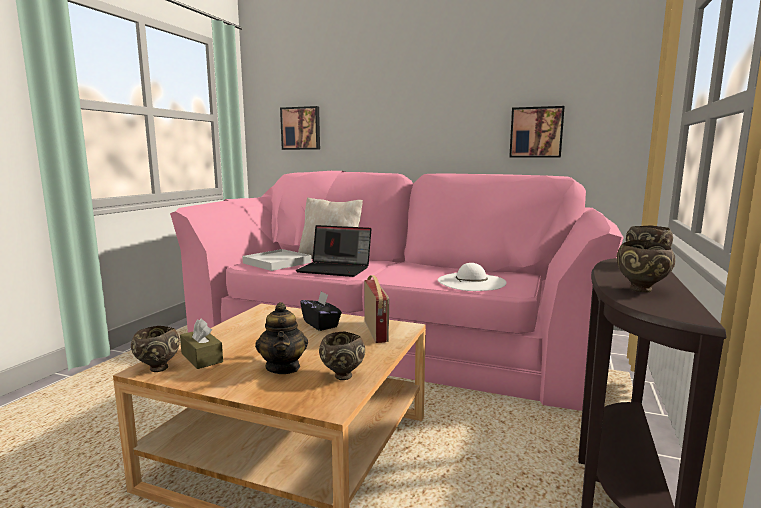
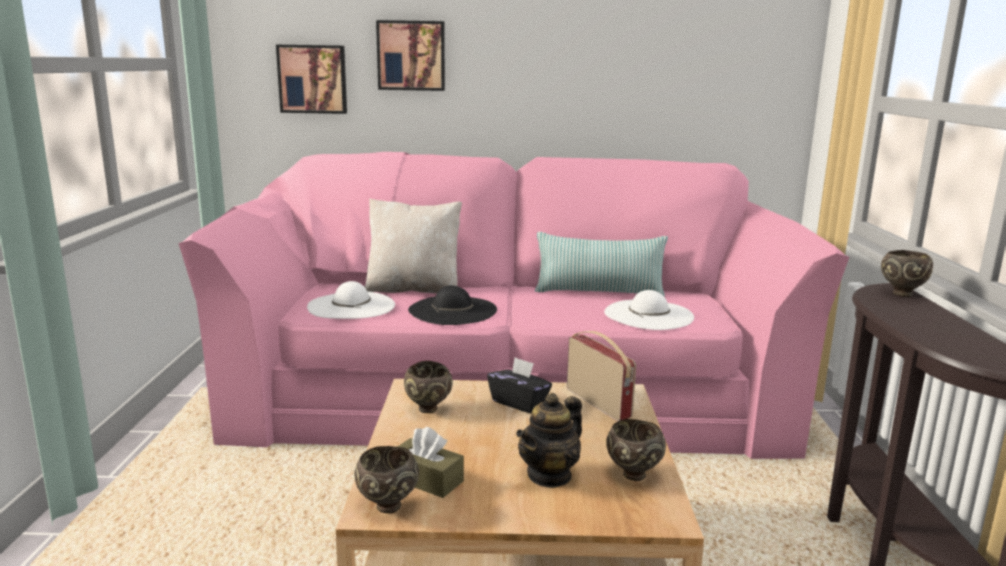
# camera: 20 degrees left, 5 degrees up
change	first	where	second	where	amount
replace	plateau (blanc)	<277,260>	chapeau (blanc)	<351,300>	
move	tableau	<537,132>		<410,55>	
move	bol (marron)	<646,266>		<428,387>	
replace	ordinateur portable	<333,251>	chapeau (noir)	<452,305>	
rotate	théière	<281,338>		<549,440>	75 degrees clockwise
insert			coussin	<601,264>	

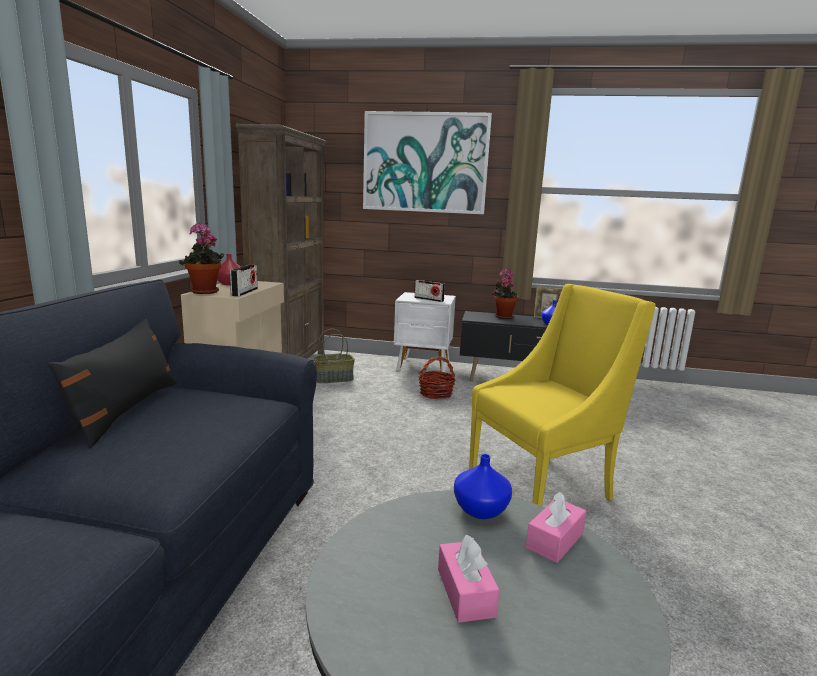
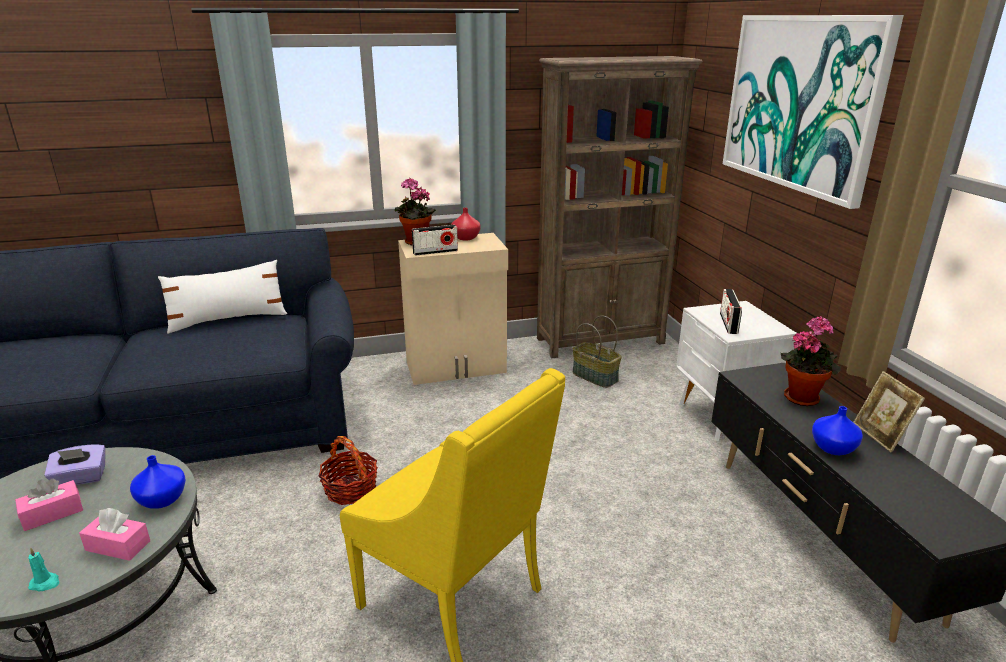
# camera: 65 degrees right, 10 degrees up
change	first	where	second	where	amount
insert			bougie (turquoise)	<43,570>	
insert			boîte à mouchoirs (violet)	<75,464>	
recolor	coussin (noir)	<112,383>	coussin (blanc)	<222,297>	
move	panier	<437,377>		<348,470>	

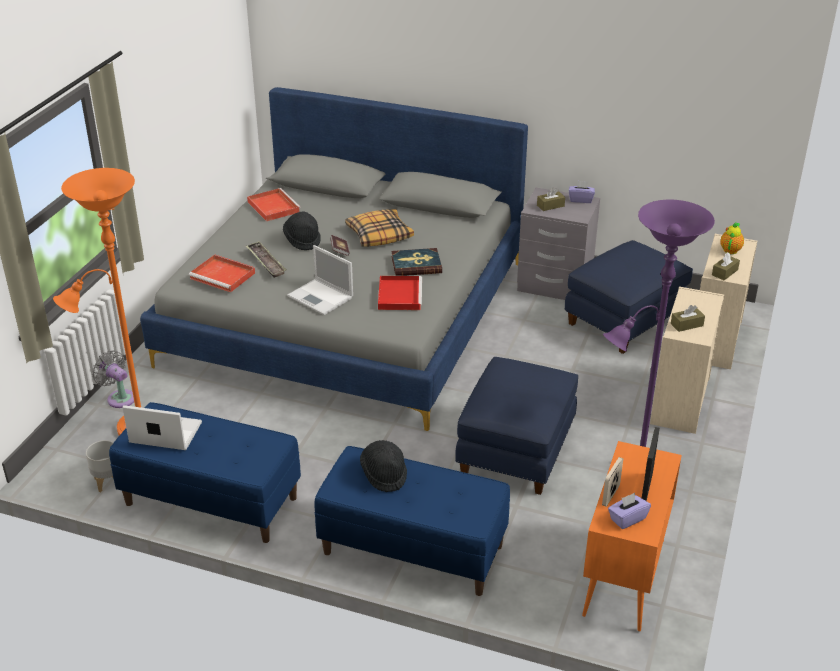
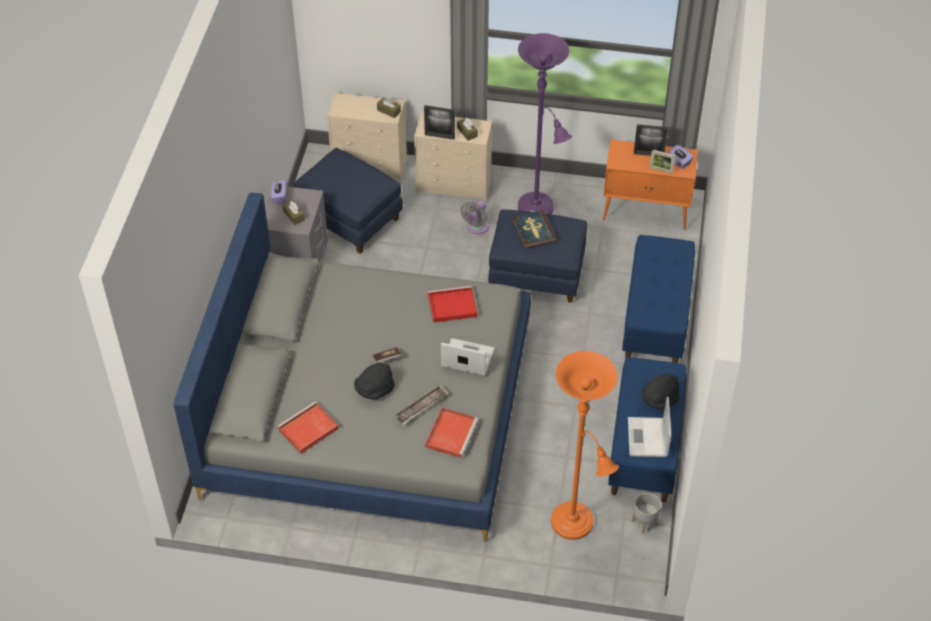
# camera: 100 degrees left, 15 degrees up
change	first	where	second	where	amount
insert			cadre photo	<439,122>	
rotate	ordinateur portable	<320,280>		<468,357>	105 degrees counterclockwise
move	ventilateur (gris)	<113,379>		<474,217>	
move	livre	<416,262>		<535,229>	
move	chapeau (noir)	<383,466>		<660,392>	
delete	coussin	<379,228>			
delete	théière	<732,238>			

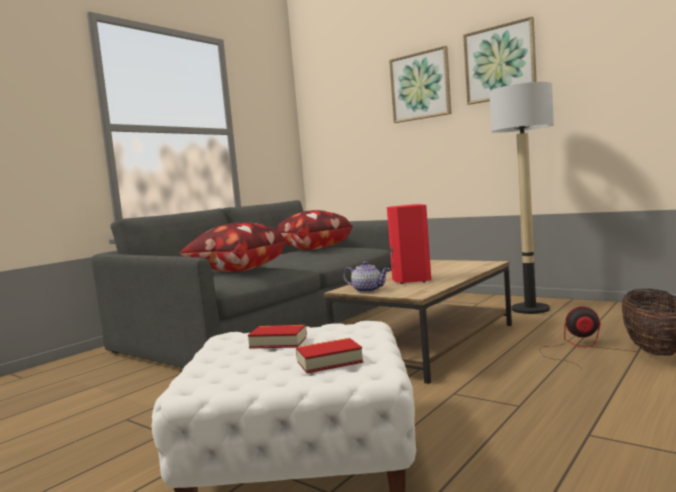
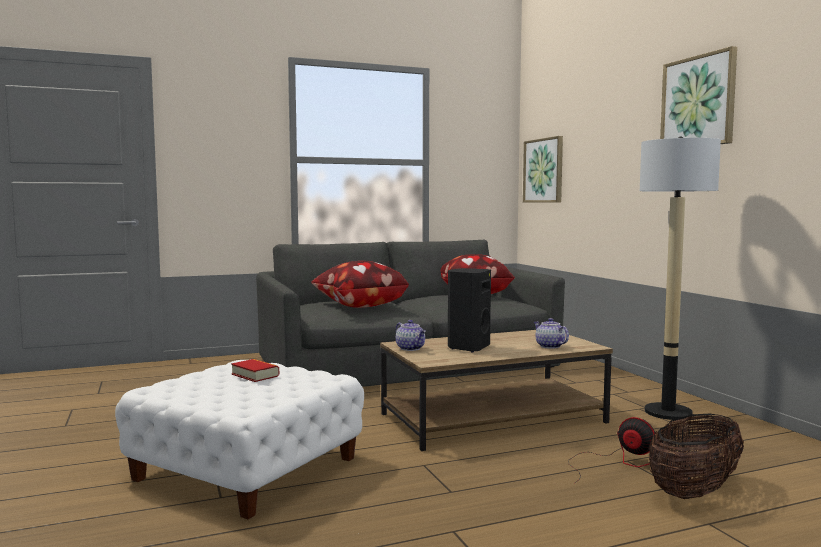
# camera: 30 degrees right, 0 degrees up
change	first	where	second	where	amount
recolor	enceinte (rouge)	<409,244>	enceinte (noir)	<469,310>	
move	tableau	<420,84>		<543,169>	
insert			théière	<551,333>	
delete	livre	<329,355>			

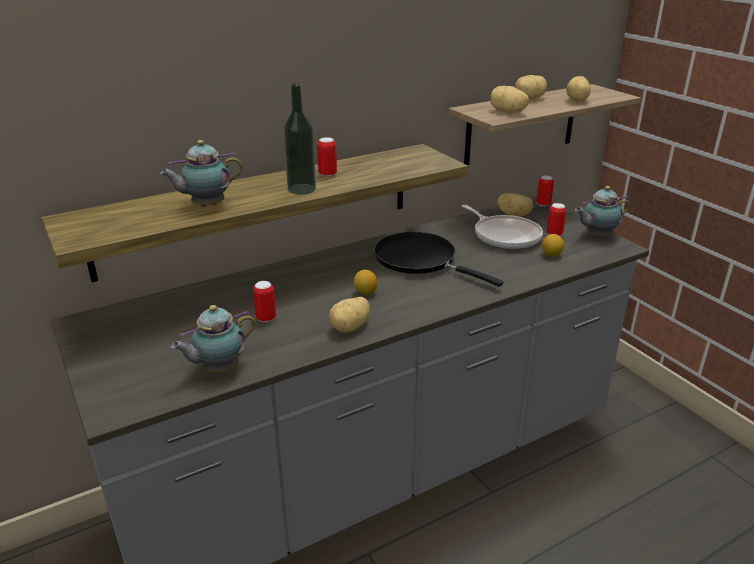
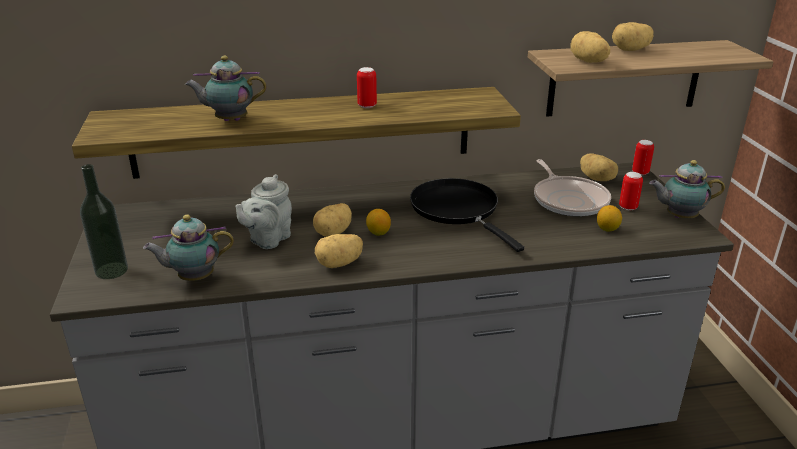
# camera: 20 degrees right, 0 degrees up
change	first	where	second	where	amount
move	bouteille	<299,139>		<104,221>	
replace	boîte métallique	<264,301>	théière (gris)	<263,211>	
move	pomme de terre	<578,89>		<332,220>	

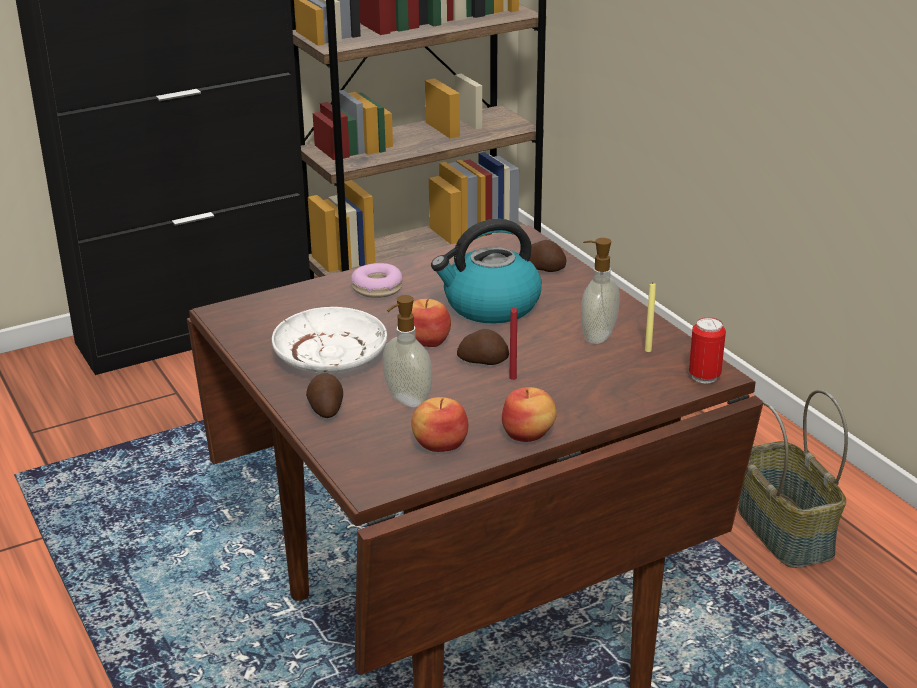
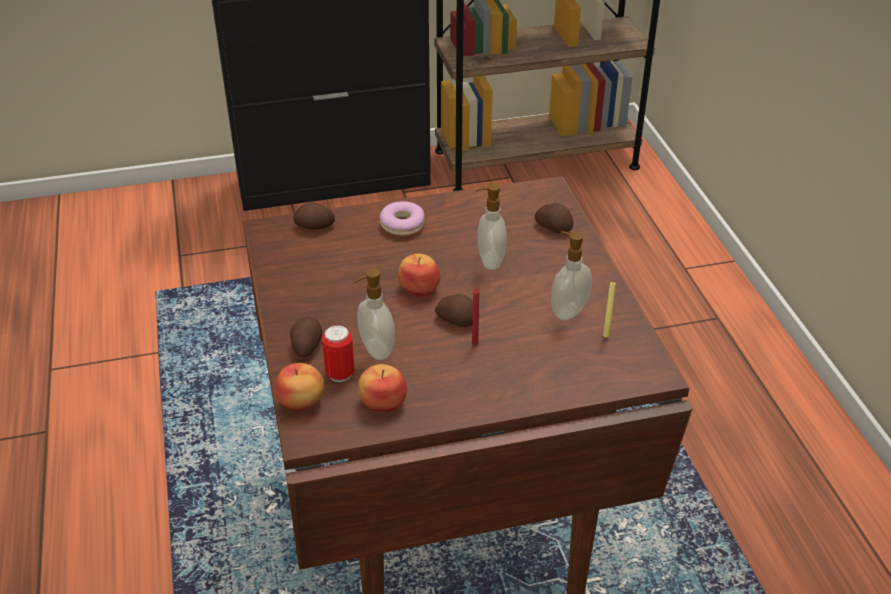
# camera: 15 degrees right, 10 degrees up
change	first	where	second	where	amount
move	pomme	<529,414>		<299,387>	
insert			pomme de terre	<314,216>	
move	boîte métallique	<707,350>		<338,353>	
replace	bouilloire	<486,271>	distributeur de savon	<491,226>	
delete	assiette (blanc)	<329,340>			
delete	panier	<793,479>			

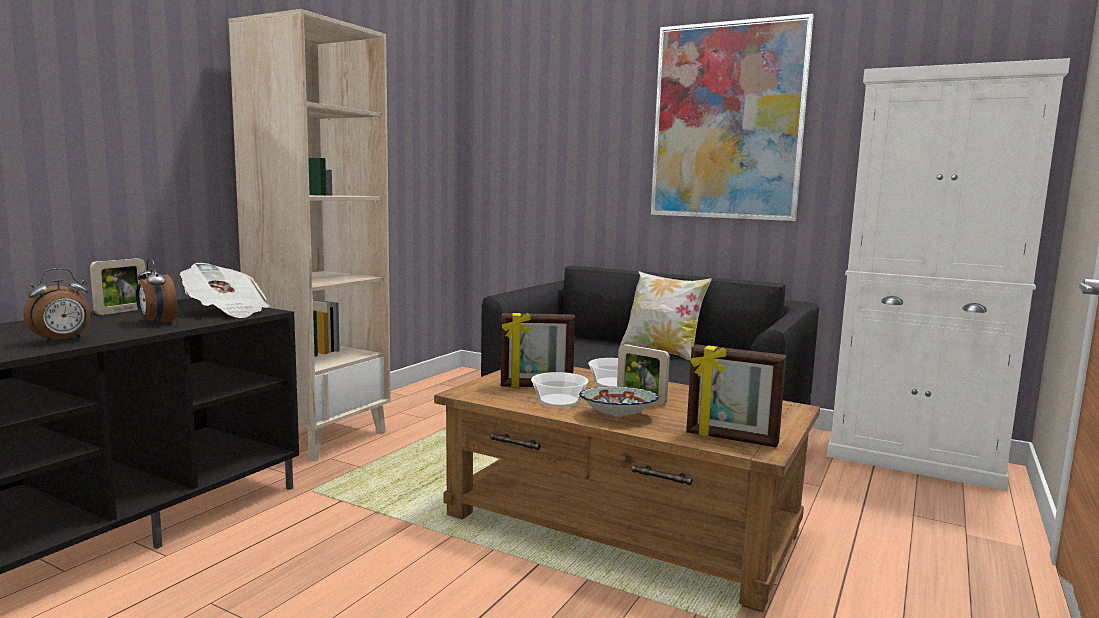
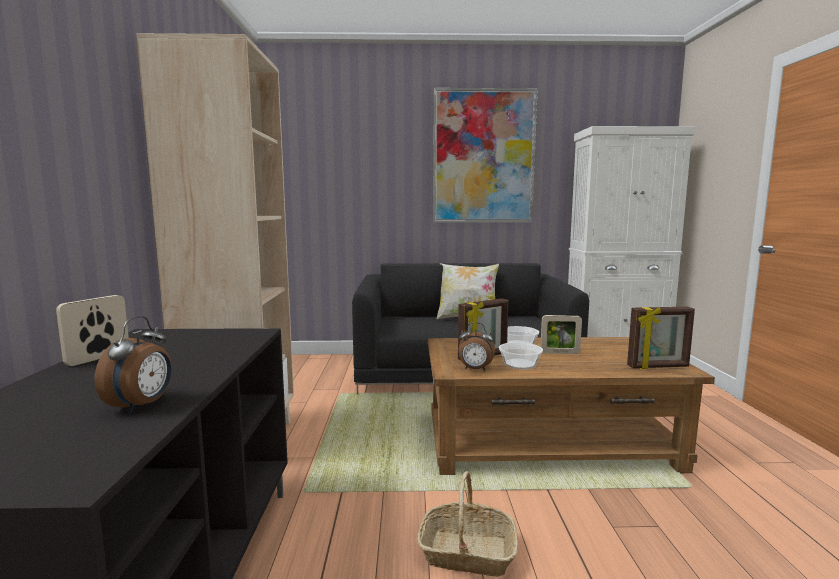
# camera: 30 degrees left, 0 degrees up
change	first	where	second	where	amount
rotate	cadre photo	<117,286>		<92,330>	150 degrees counterclockwise
insert			panier	<468,524>	
move	réveil	<156,292>		<477,346>	
delete	journal	<225,290>			
delete	bol	<619,401>			

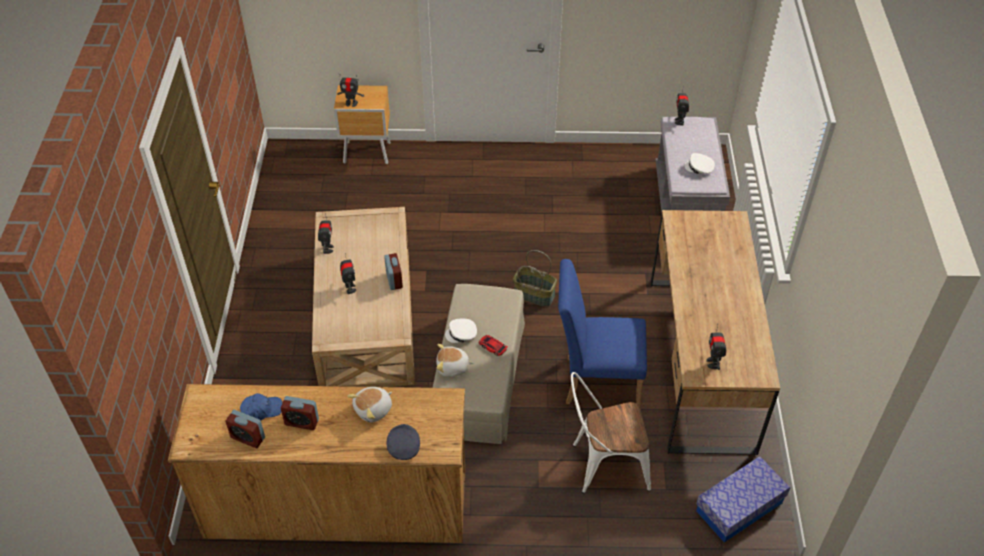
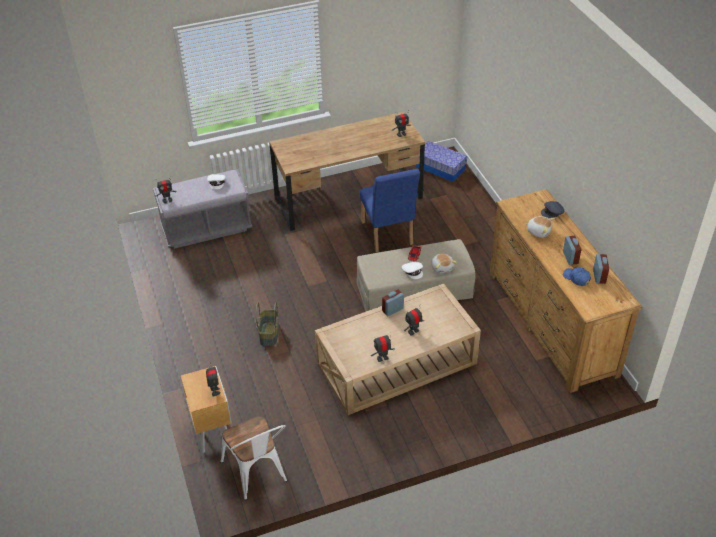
# camera: 110 degrees left, 5 degrees down
change	first	where	second	where	amount
move	chaise (blanc)	<611,433>		<253,458>	
move	panier	<535,278>		<267,324>	

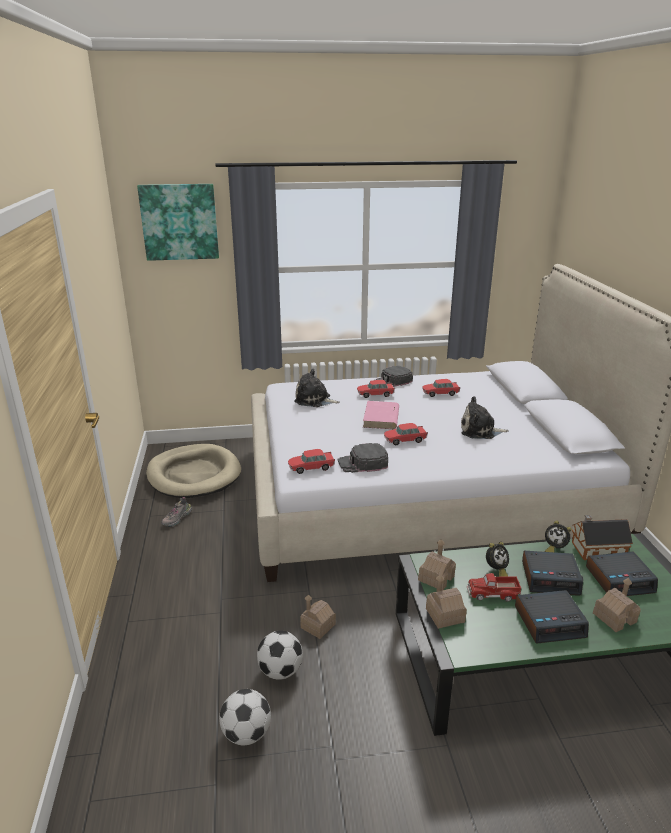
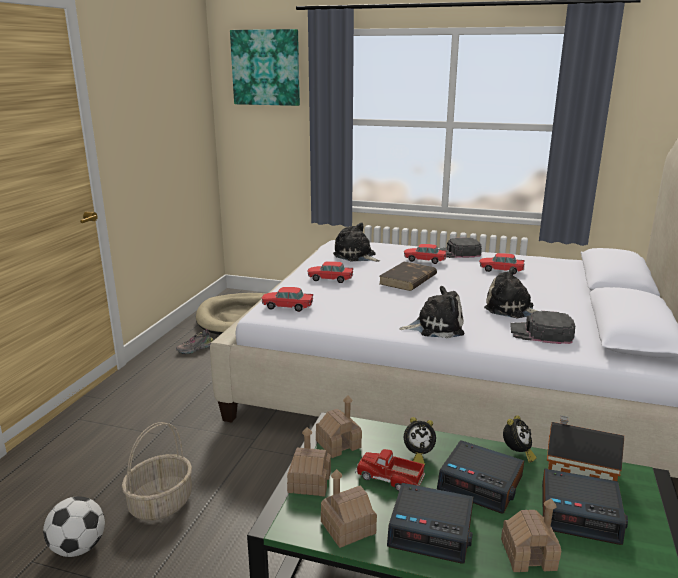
# camera: 25 degrees right, 5 degrees down
change	first	where	second	where	amount
replace	ballon de foot	<280,655>	panier	<157,471>	
move	petite voiture	<406,434>		<330,272>	
move	maison miniature	<318,617>		<349,508>	
recolor	livre (rose)	<381,415>	livre (marron)	<408,276>	
insert			peluche	<431,312>	
rotate	réveil	<558,536>		<520,439>	105 degrees counterclockwise
move	casquette (noir)	<362,458>		<542,327>	

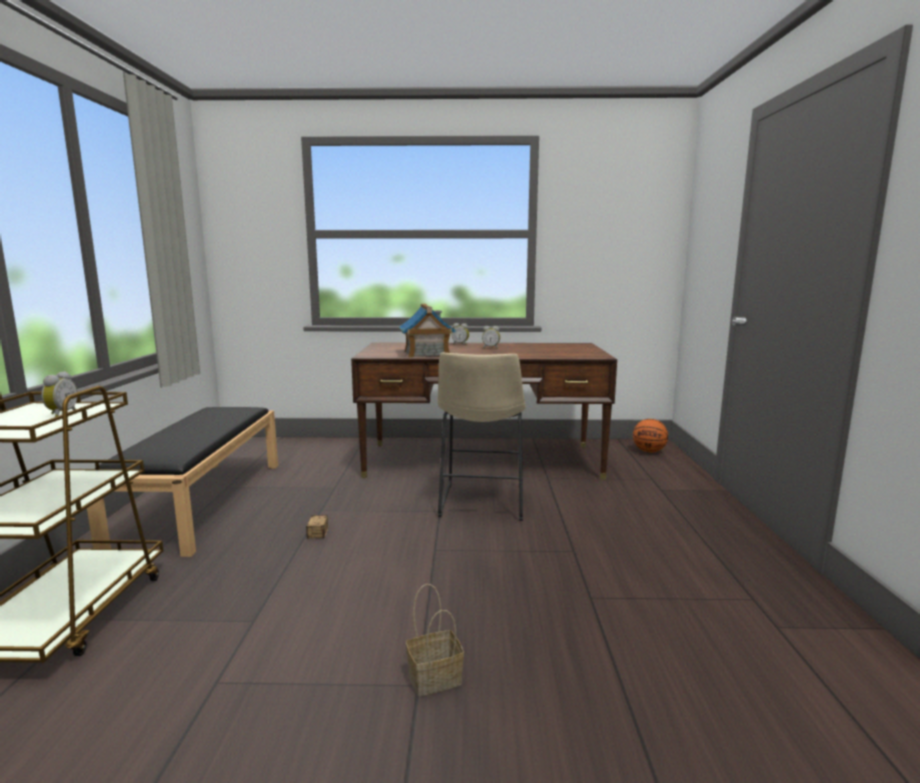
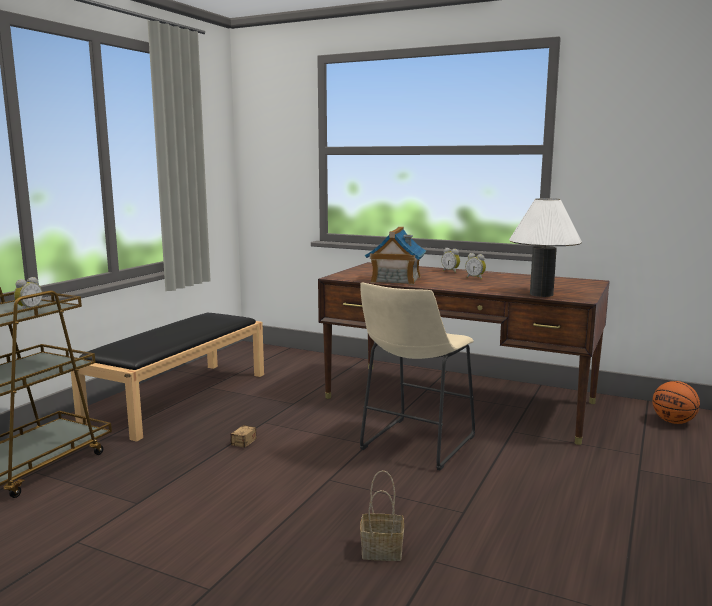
# camera: 25 degrees right, 0 degrees up
change	first	where	second	where	amount
move	panier	<435,640>		<382,515>	
insert			lampe de table (blanc)	<545,247>	

